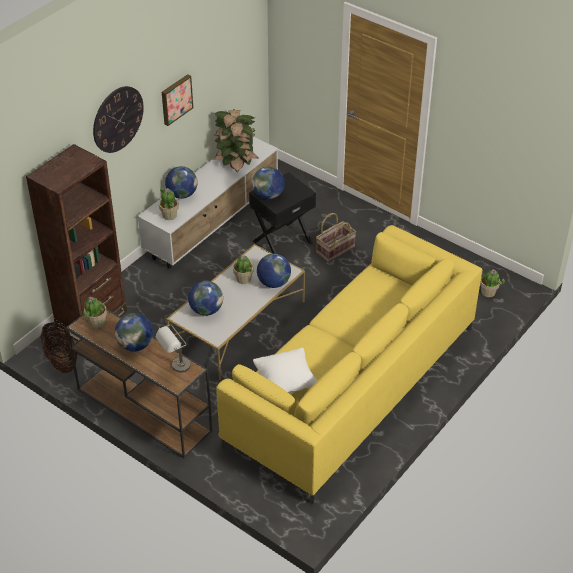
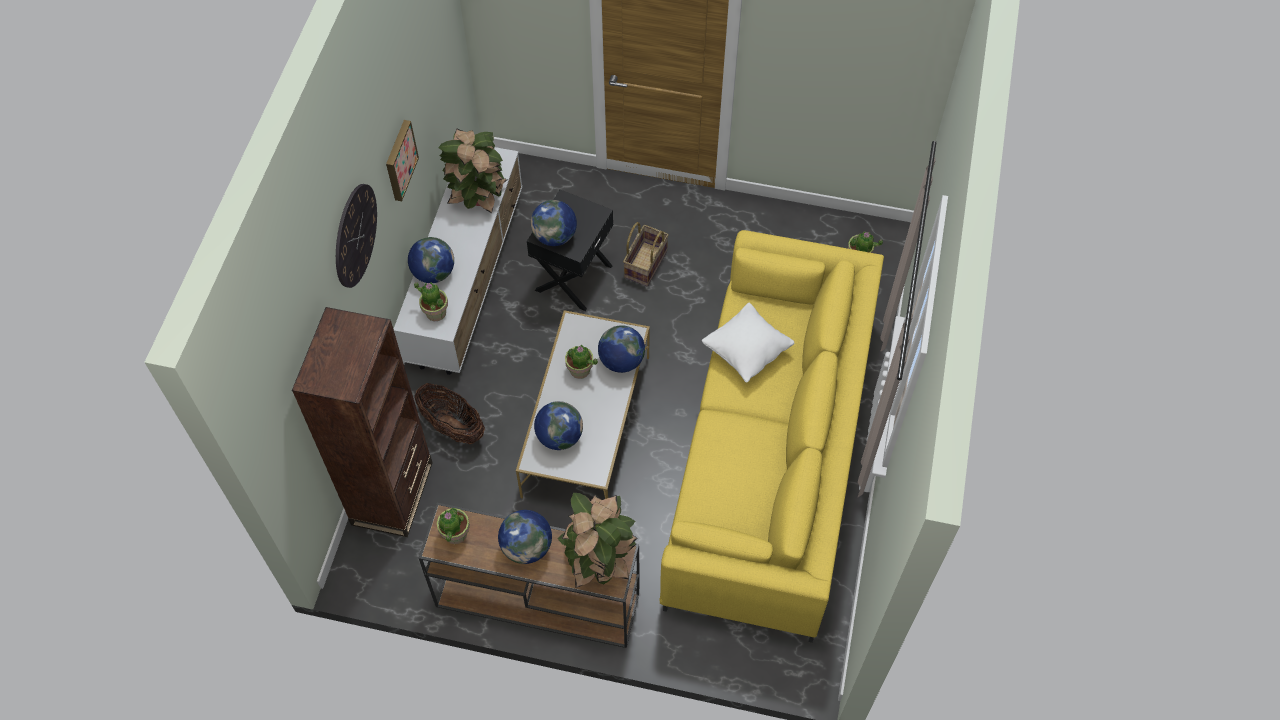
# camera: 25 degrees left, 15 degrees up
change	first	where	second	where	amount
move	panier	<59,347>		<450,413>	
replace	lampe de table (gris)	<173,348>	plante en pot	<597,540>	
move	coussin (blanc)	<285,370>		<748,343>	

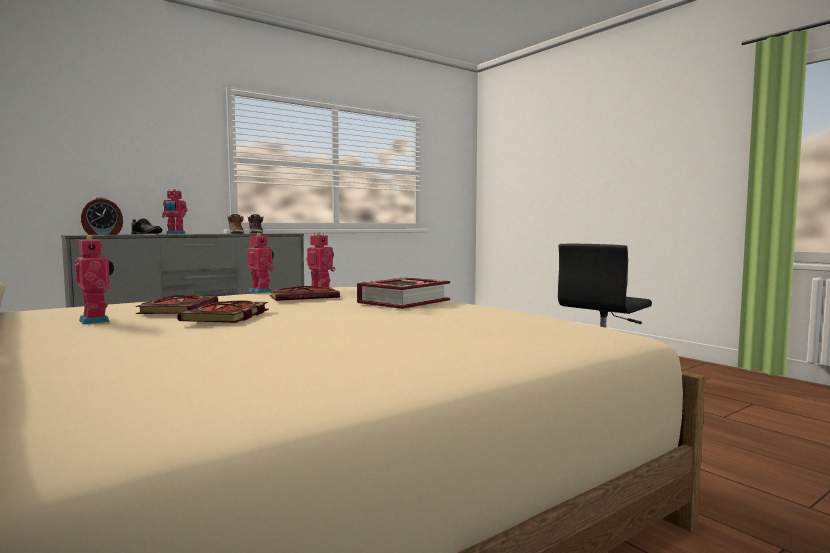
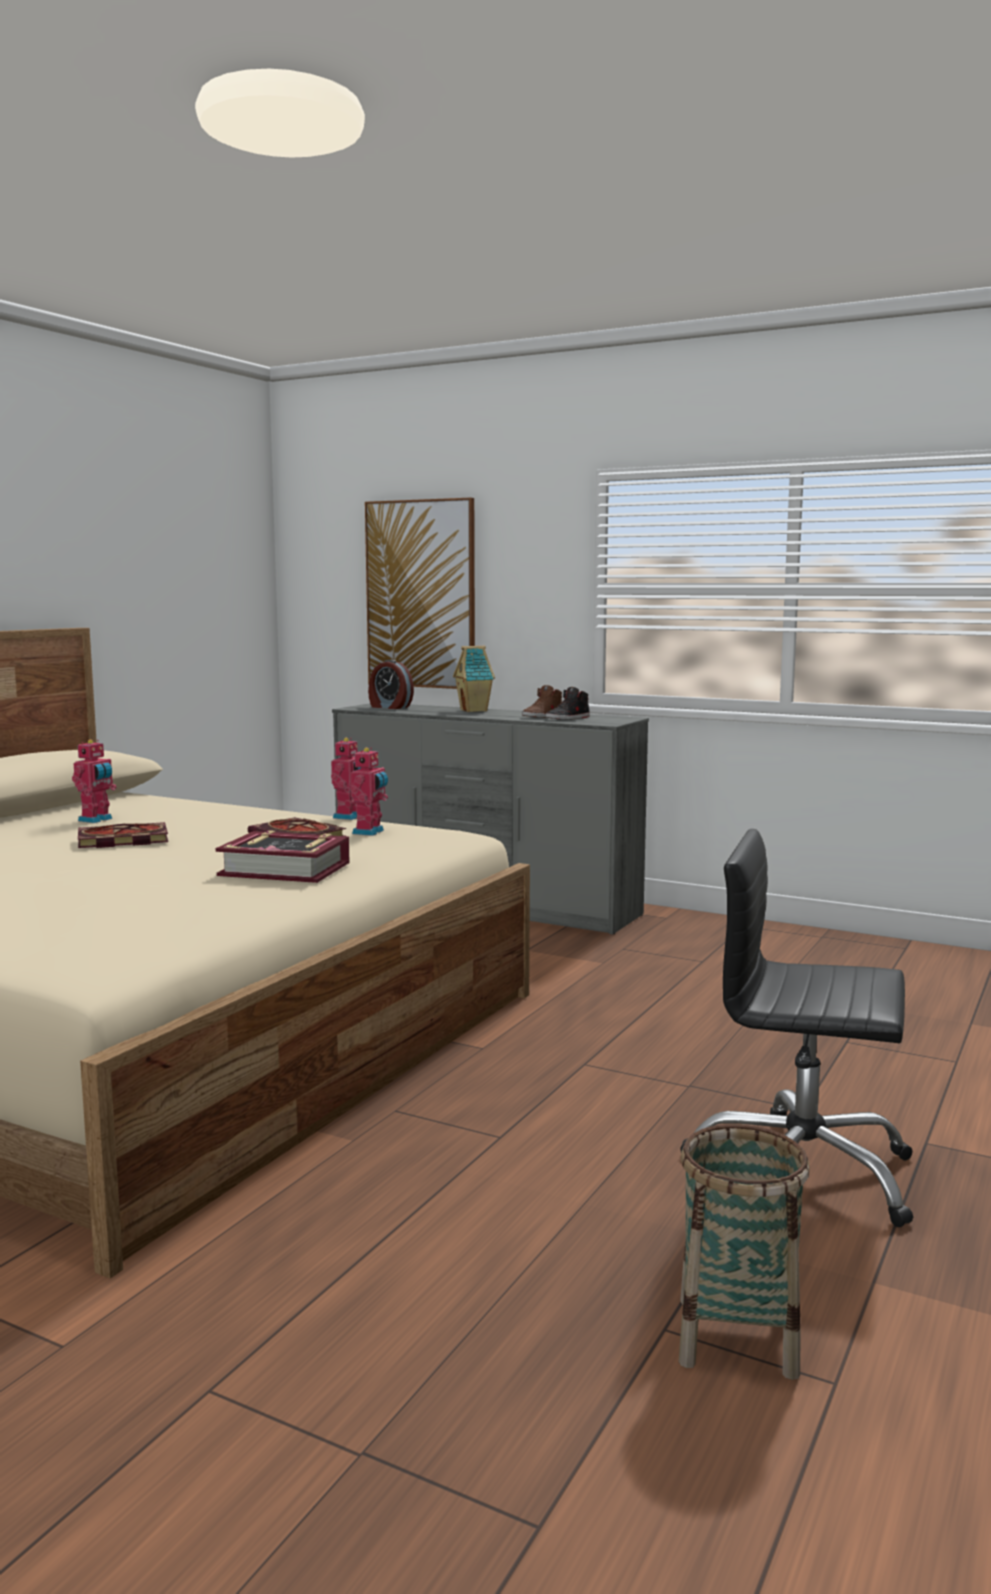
# camera: 65 degrees right, 5 degrees up
change	first	where	second	where	amount
insert			tableau	<420,593>	
replace	robot jouet	<174,211>	maison miniature	<474,679>	
insert			panier	<744,1252>	
delete	chaussure (noir)	<146,226>			
delete	livre	<176,304>			

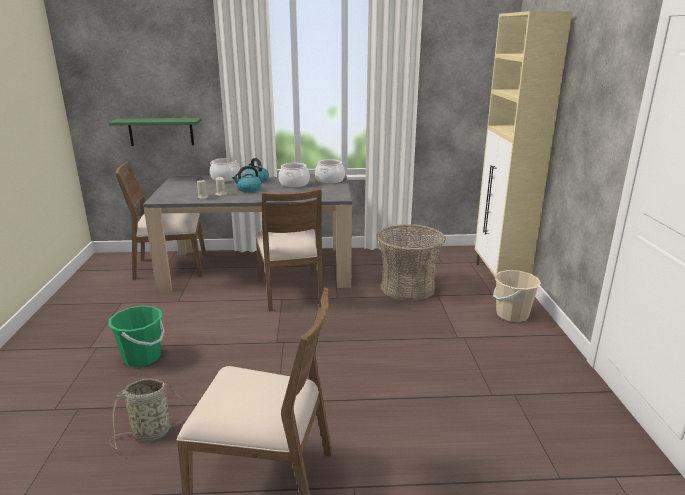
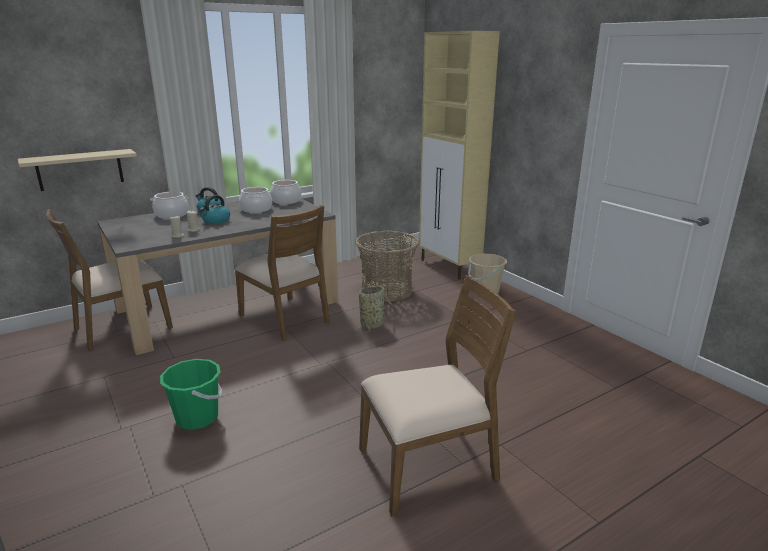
# camera: 30 degrees left, 0 degrees up
change	first	where	second	where	amount
recolor	étagère (vert)	<155,132>	étagère (beige)	<77,170>	
move	panier	<151,413>		<374,309>	

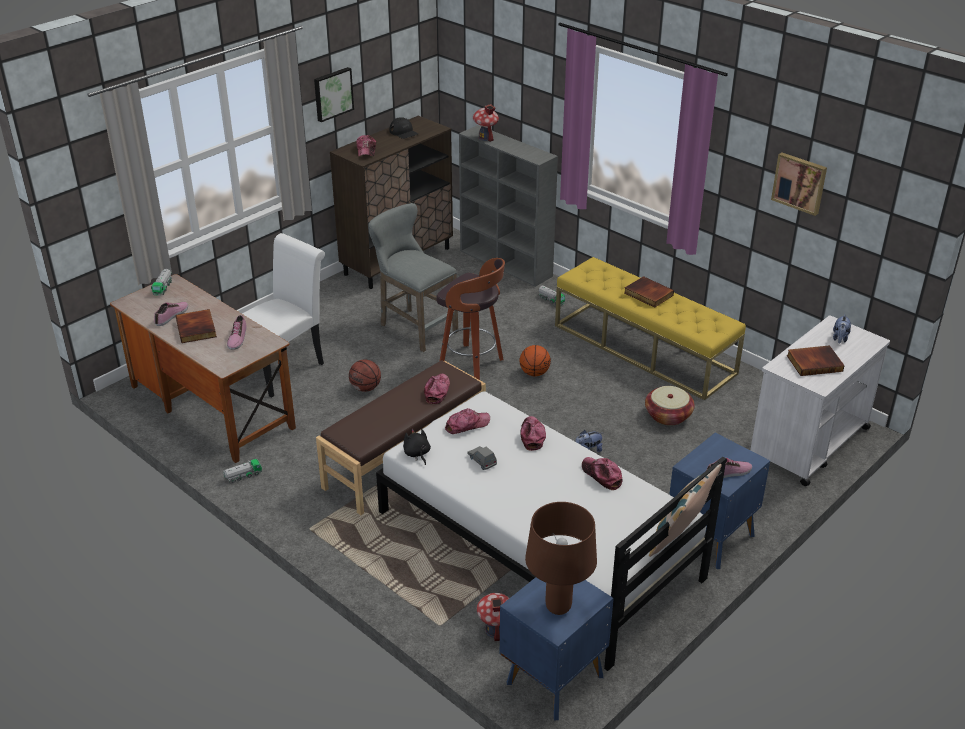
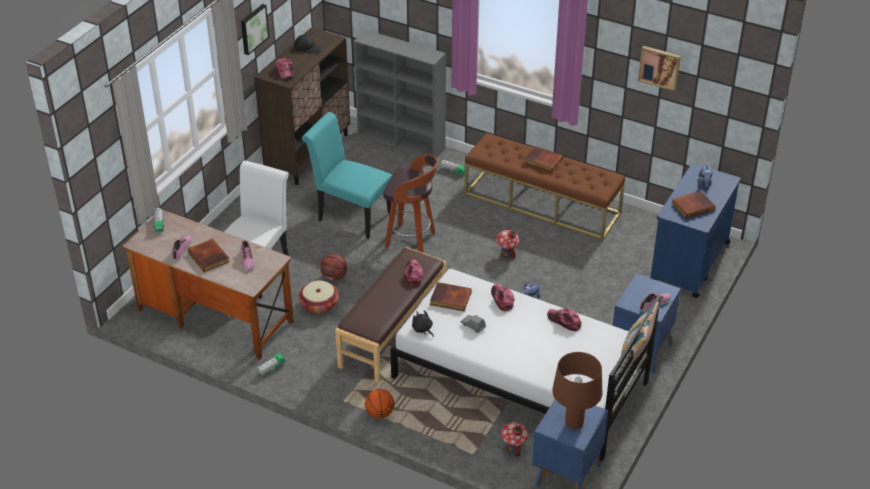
# camera: 15 degrees left, 5 degrees up
change	first	where	second	where	amount
move	panier	<670,406>		<319,297>	
replace	tabouret (gris)	<413,277>	chaise (turquoise)	<347,175>	
move	ballon de basket	<535,360>		<379,403>	
replace	casquette	<467,421>	livre	<451,296>	
recolor	banc (jaune)	<650,328>	banc (marron)	<544,186>	
move	maison miniature	<486,123>		<508,244>	
recolor	chariot (blanc)	<820,401>	chariot (bleu)	<696,230>	

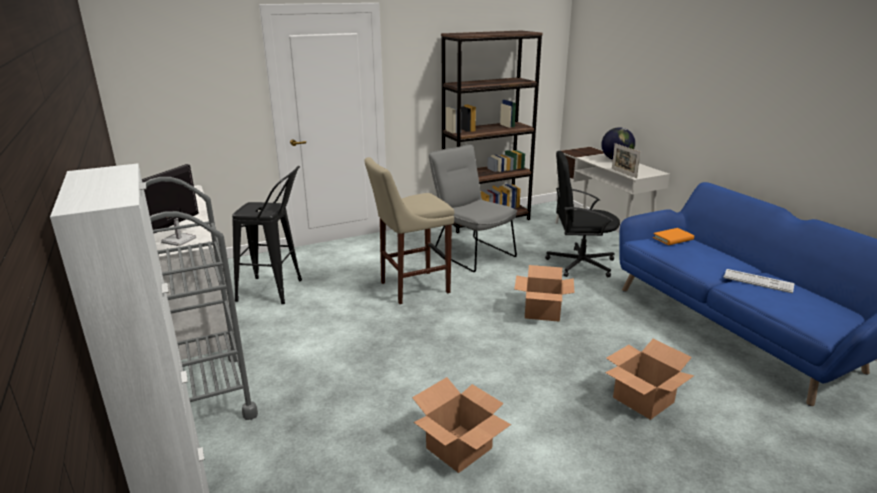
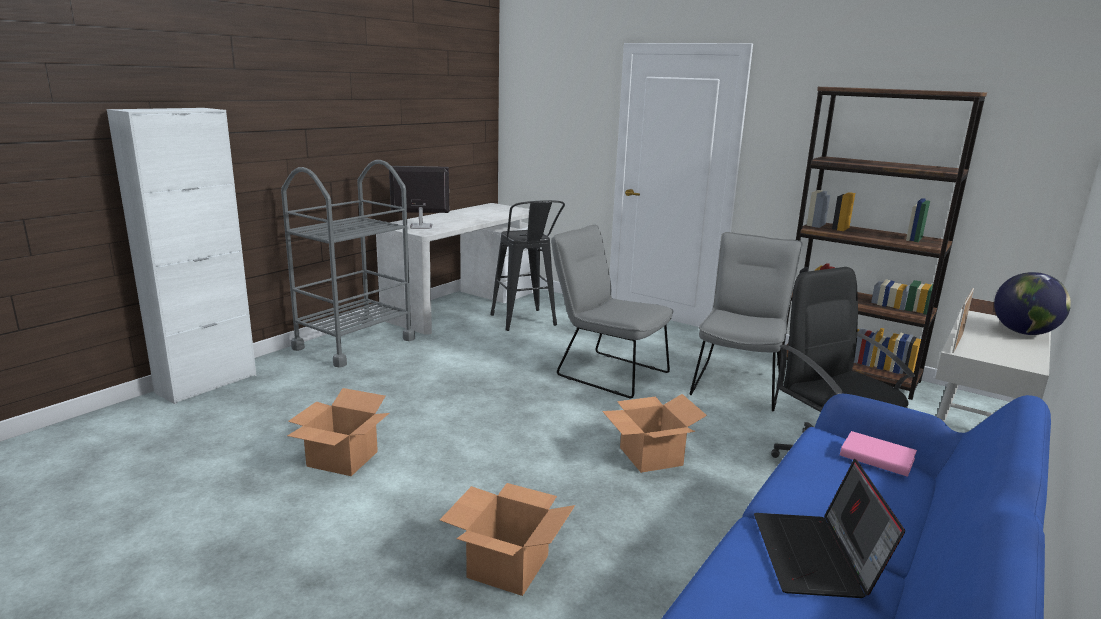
# camera: 60 degrees right, 5 degrees down
change	first	where	second	where	amount
replace	tabouret (beige)	<409,230>	chaise (gris)	<612,311>	
replace	clavier	<759,281>	ordinateur portable	<829,528>	
recolor	livre (orange)	<673,236>	livre (rose)	<878,454>	

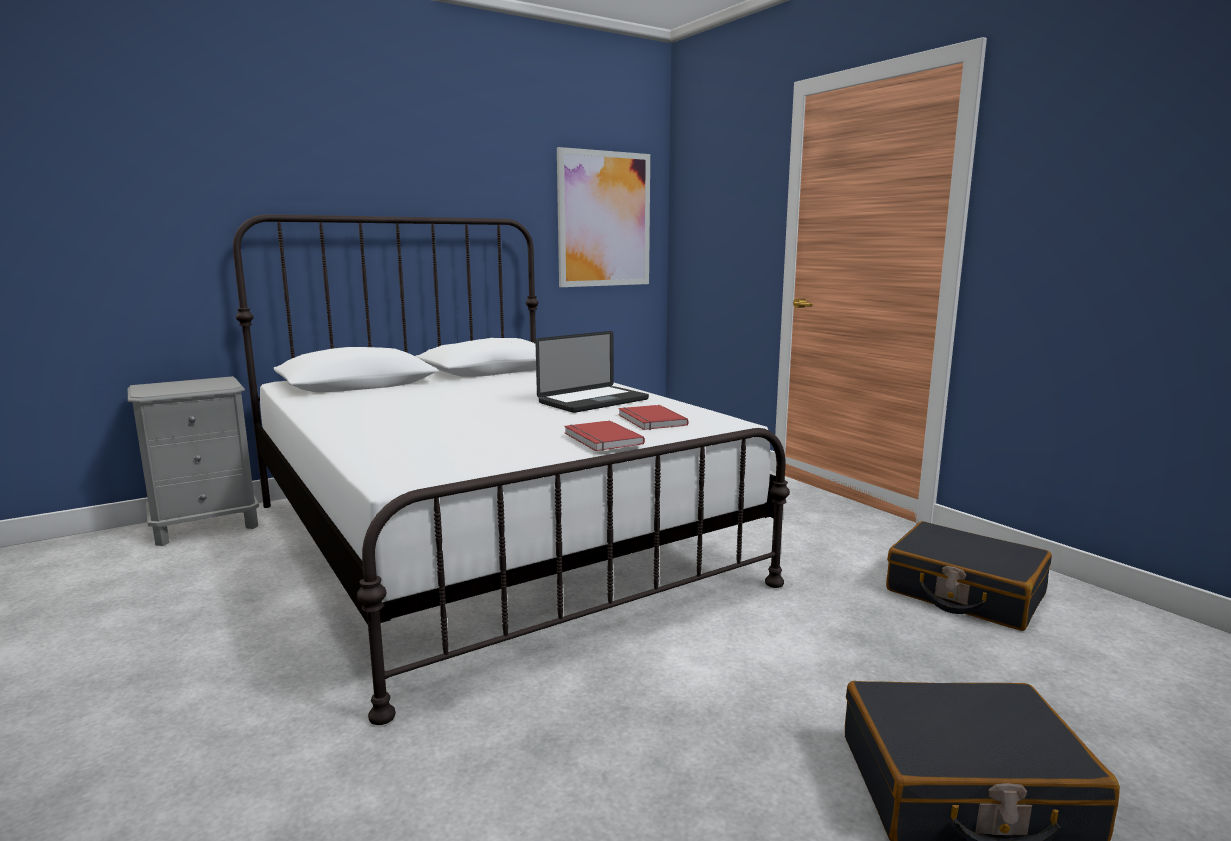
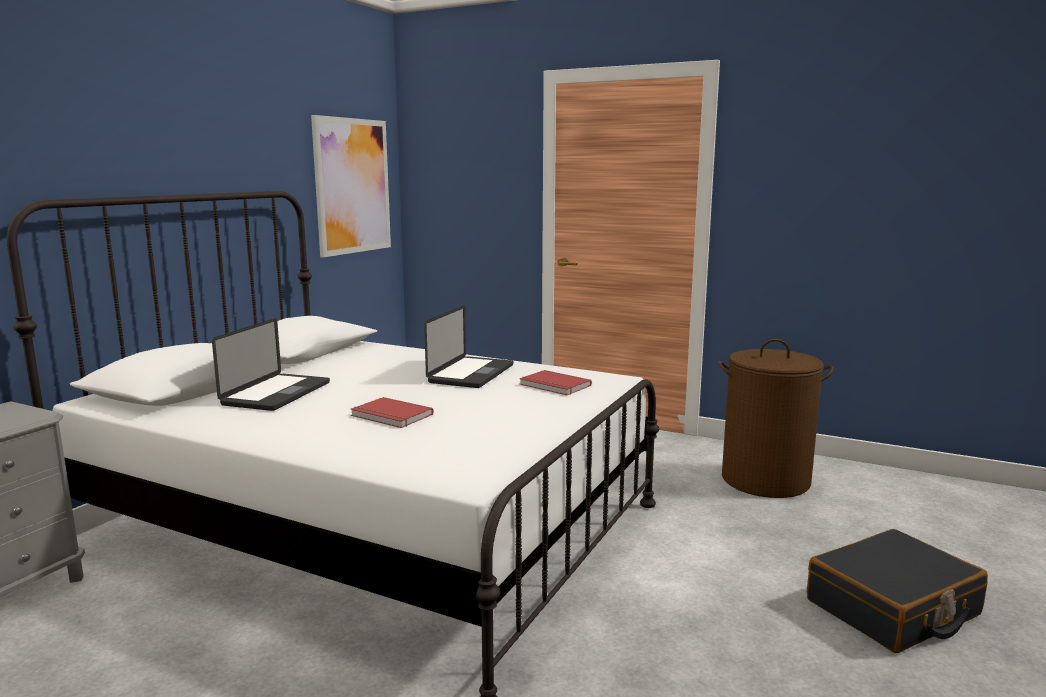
# camera: 30 degrees left, 0 degrees up
change	first	where	second	where	amount
insert			ordinateur portable	<271,364>	
move	livre (rouge)	<604,435>		<392,412>	
replace	valise (noir)	<969,576>	panier à linge (marron)	<776,418>	

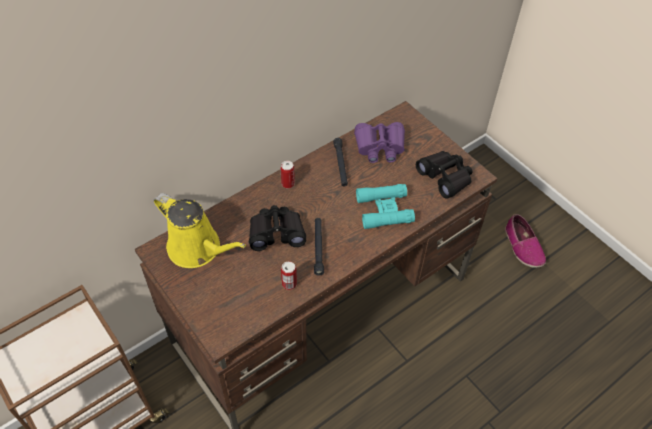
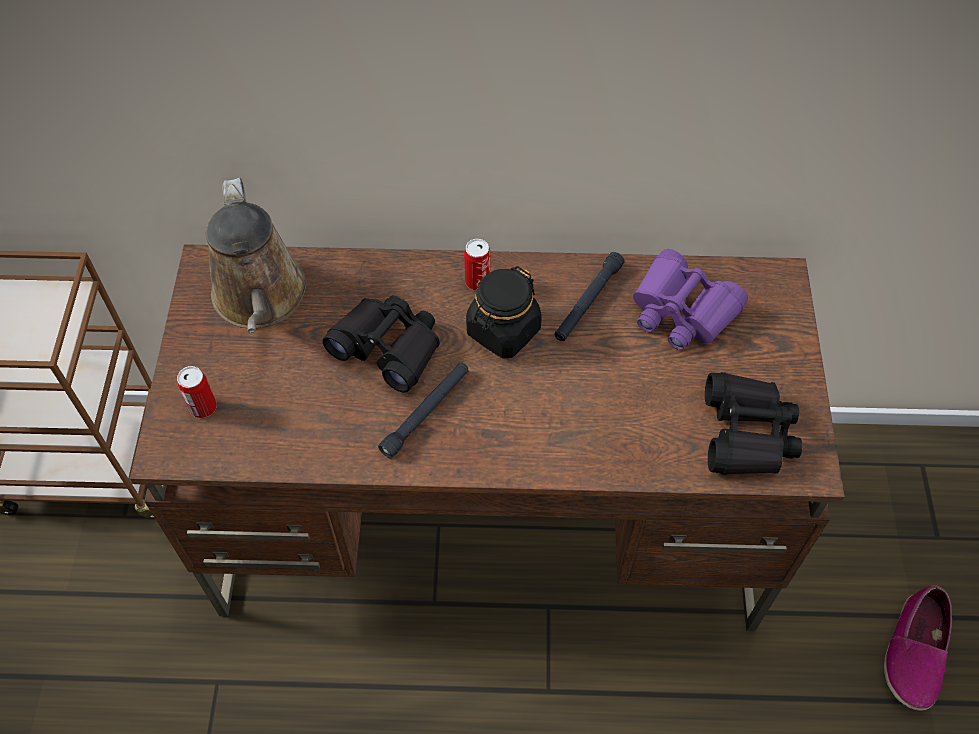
# camera: 40 degrees right, 5 degrees up
change	first	where	second	where	amount
move	boîte métallique	<289,275>		<197,392>	
recolor	arrosoir (jaune)	<200,230>	arrosoir (marron)	<256,255>	
insert			bocal (noir)	<504,312>	
delete	jumelles (turquoise)	<385,206>			

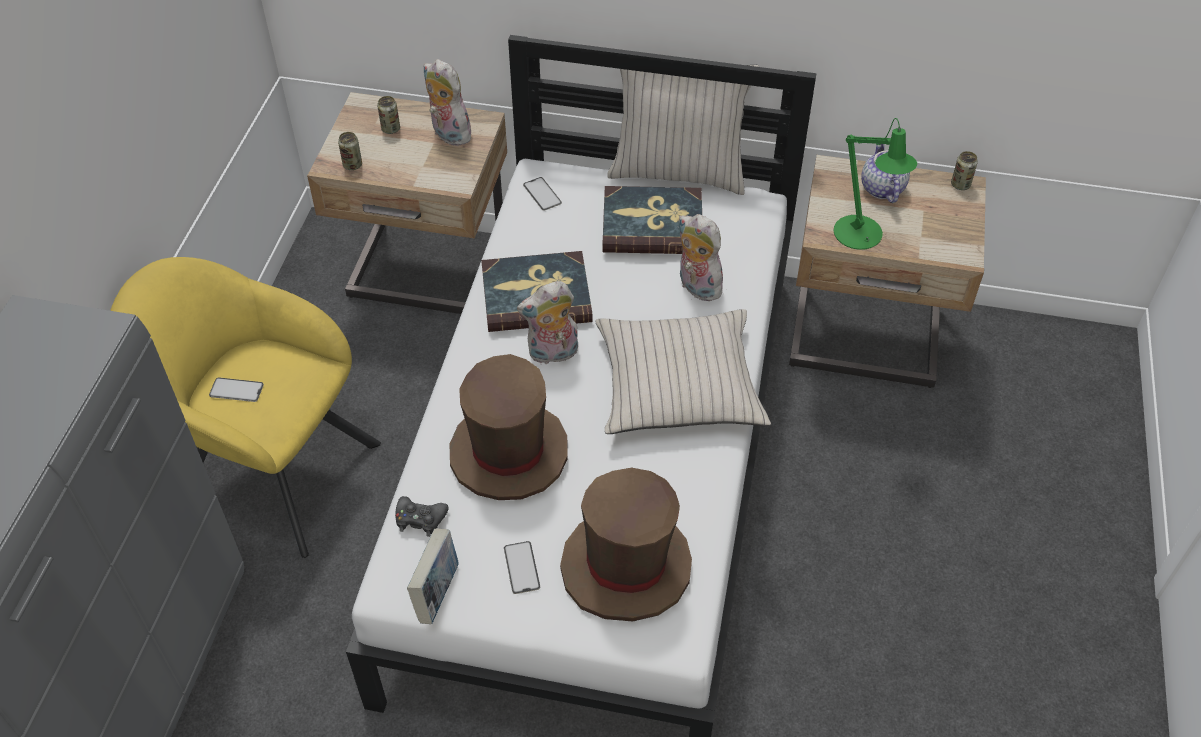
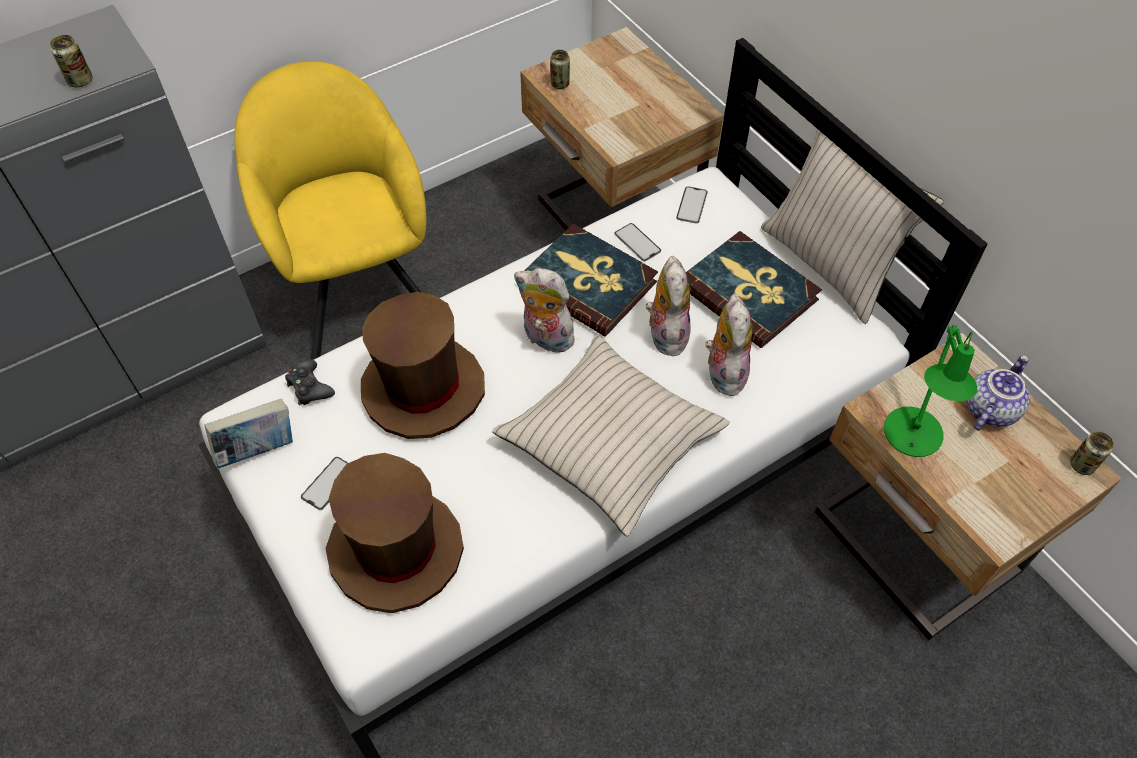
# camera: 45 degrees right, 5 degrees up
change	first	where	second	where	amount
move	boîte métallique	<388,115>		<71,61>	
move	téléphone	<236,389>		<638,242>	
move	peluche	<449,102>		<668,306>	

